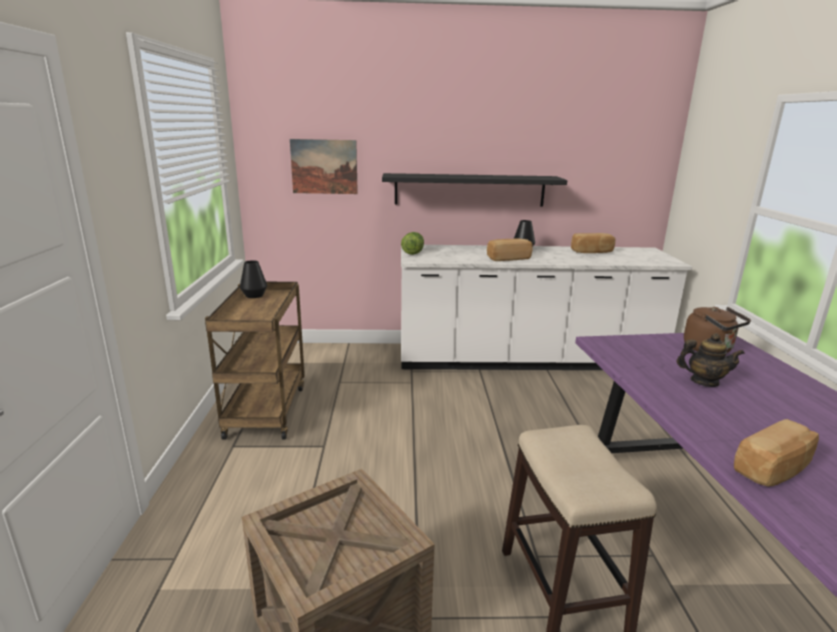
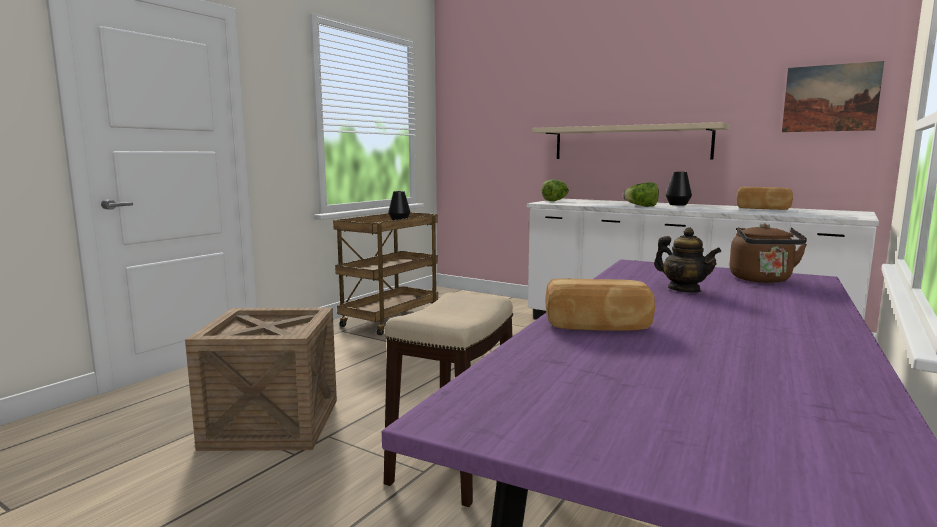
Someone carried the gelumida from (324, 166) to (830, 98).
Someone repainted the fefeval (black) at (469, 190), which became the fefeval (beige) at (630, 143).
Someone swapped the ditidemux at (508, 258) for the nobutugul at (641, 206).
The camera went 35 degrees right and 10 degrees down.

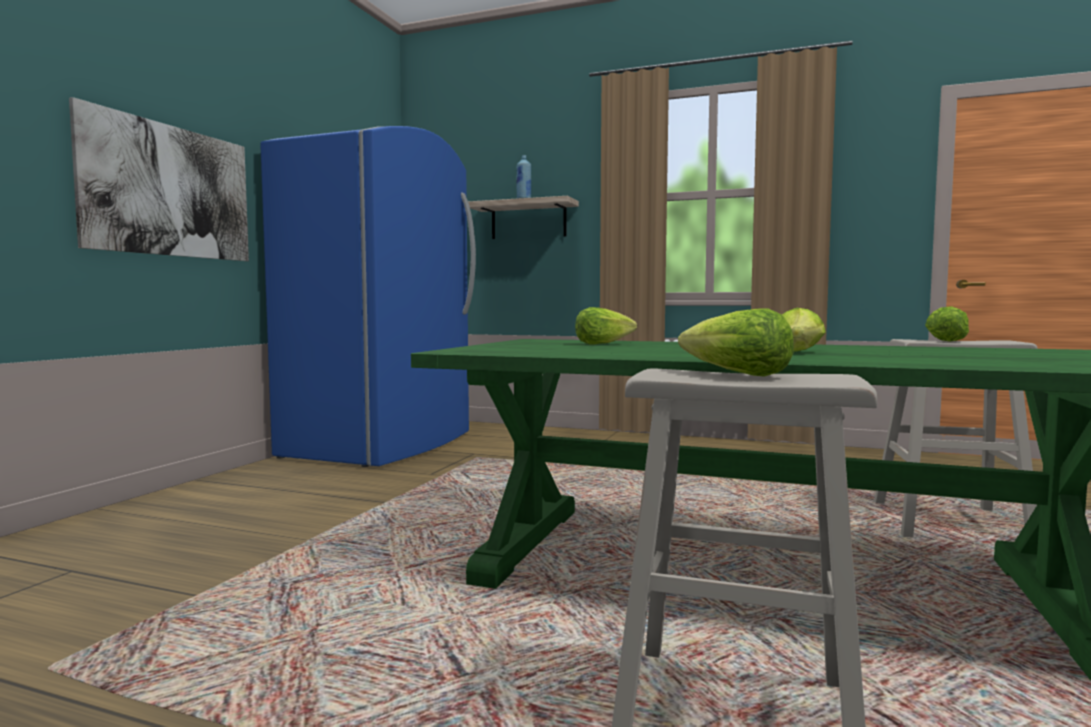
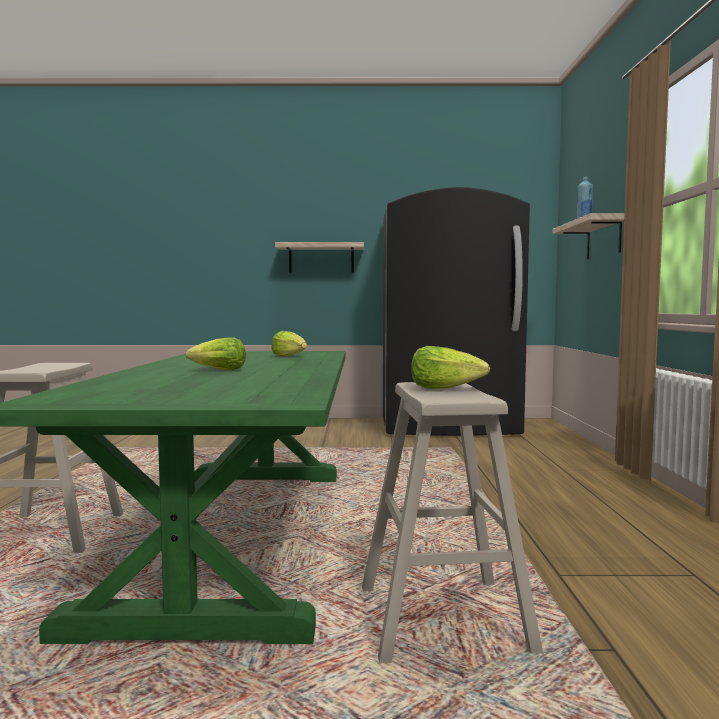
Someone swapped the gelumida at (169, 191) for the fefeval at (321, 258).
Someone repainted the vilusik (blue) at (382, 445), which became the vilusik (black) at (449, 427).
Someone took away the nobutugul at (735, 374).
The camera went 70 degrees right and 0 degrees up.

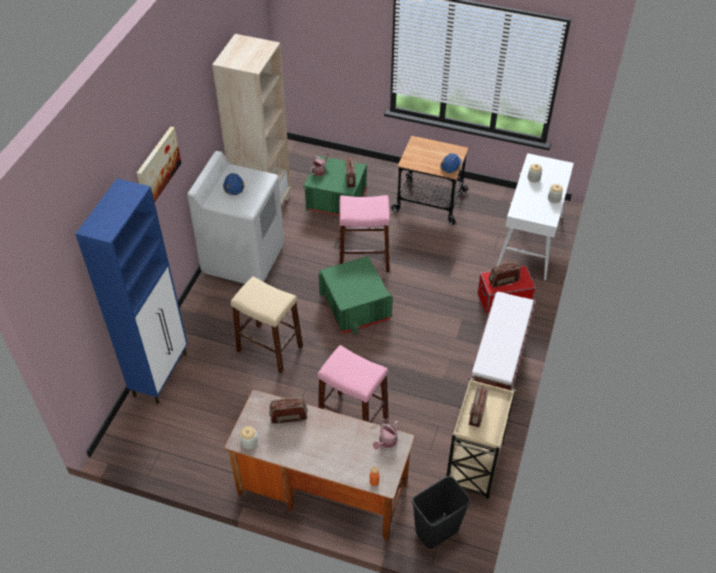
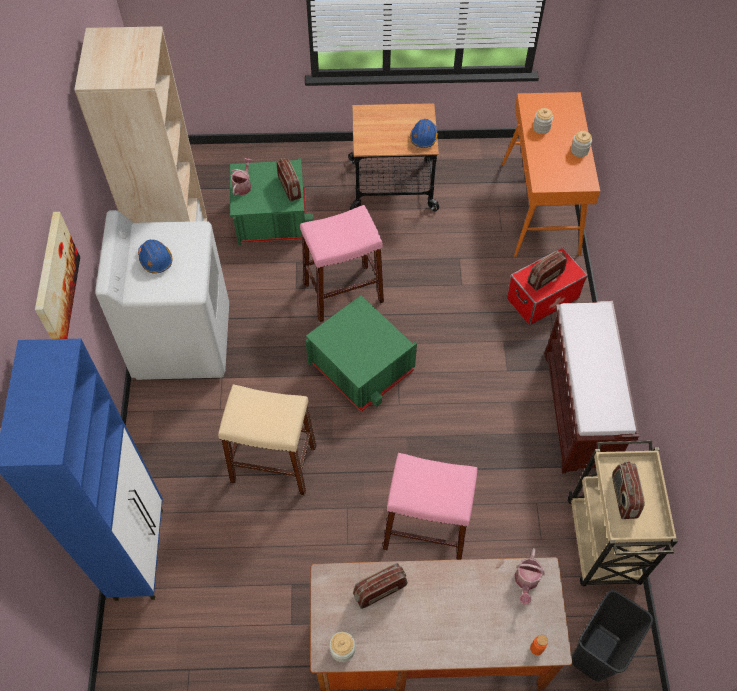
Someone repainted the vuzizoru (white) at (530, 243), which became the vuzizoru (orange) at (540, 208).
The camera went 20 degrees left and 10 degrees up.

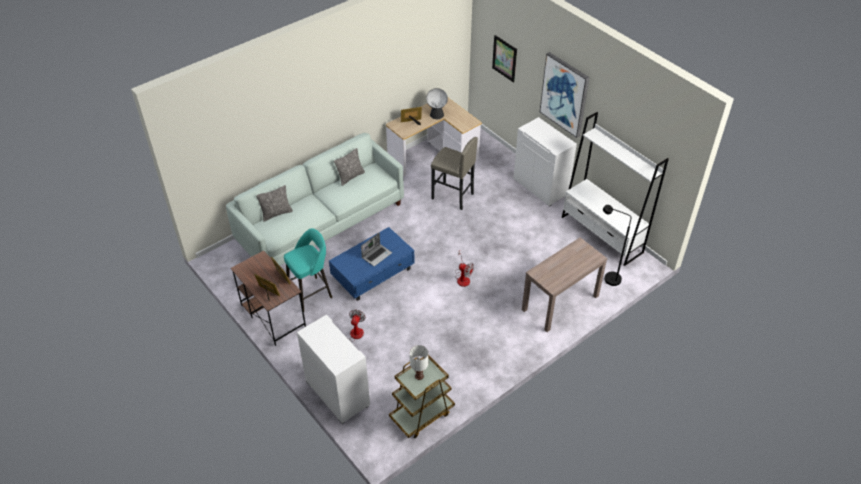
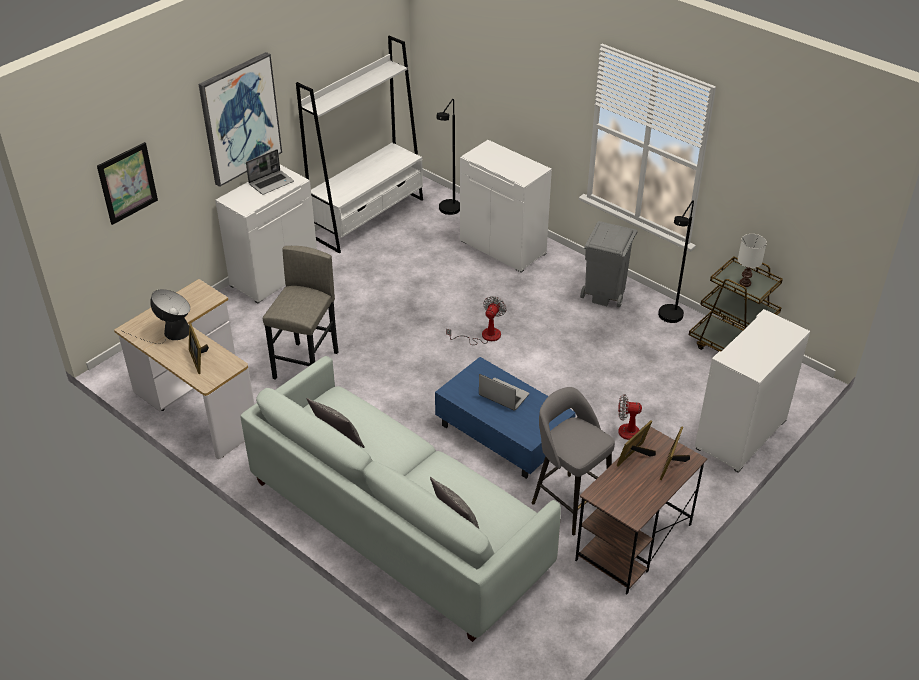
Someone repainted the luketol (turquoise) at (311, 293), which became the luketol (grey) at (569, 502).
Someone swapped the vuzizoru (brown) at (560, 303) for the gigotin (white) at (503, 247).
Someone put down the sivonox at (271, 183).
Someone put down the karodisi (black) at (669, 319).
Someone put down the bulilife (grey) at (604, 293).
The camera went 100 degrees left and 5 degrees down.

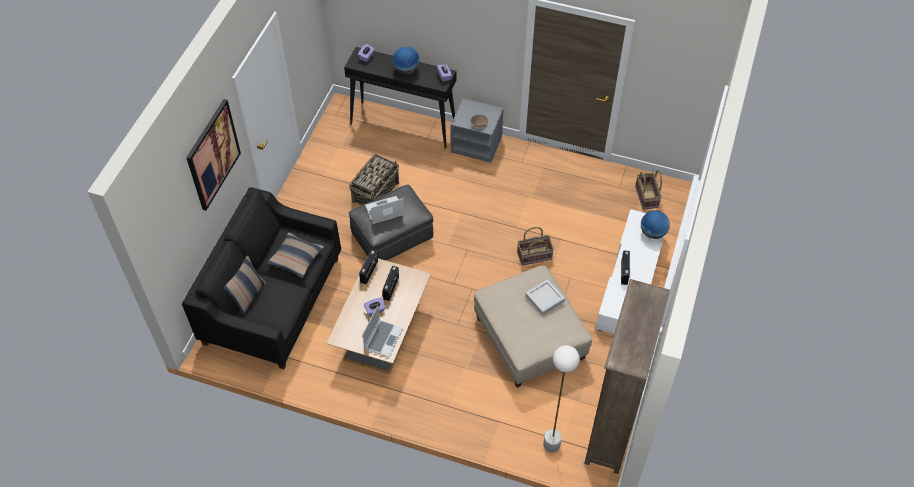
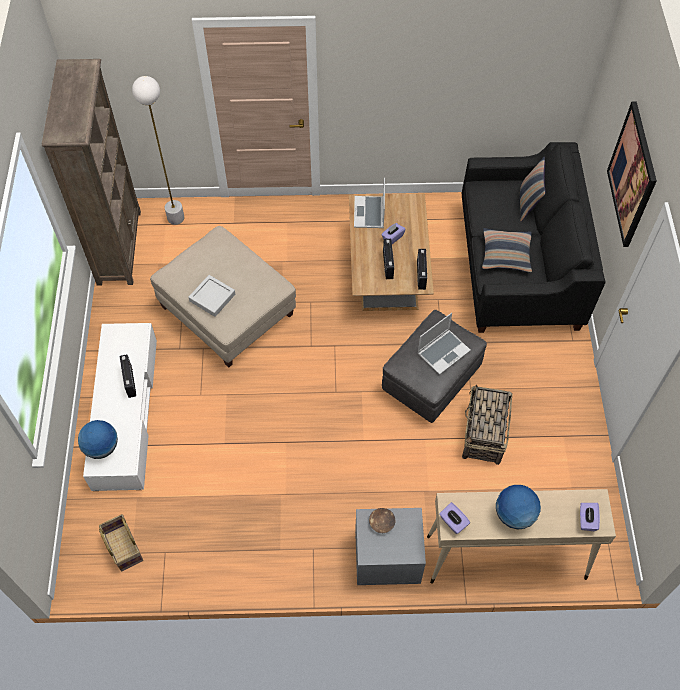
Someone repainted the vuzizoru (black) at (403, 125), which became the vuzizoru (beige) at (505, 557).
Someone took away the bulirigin at (534, 255).
The camera went 160 degrees right and 5 degrees up.

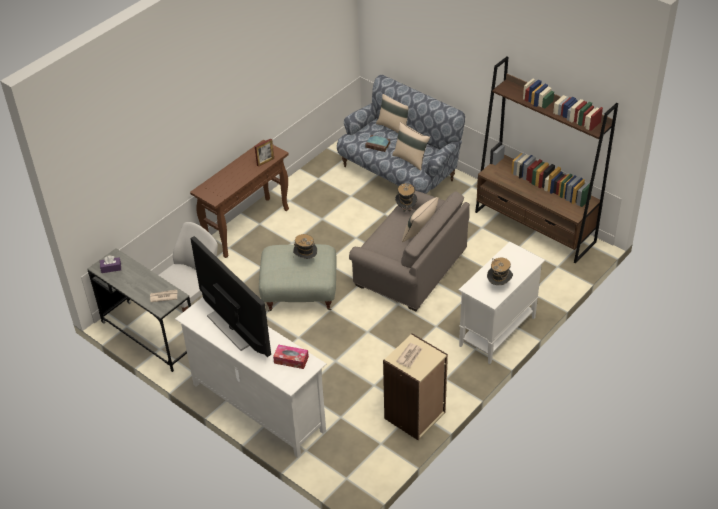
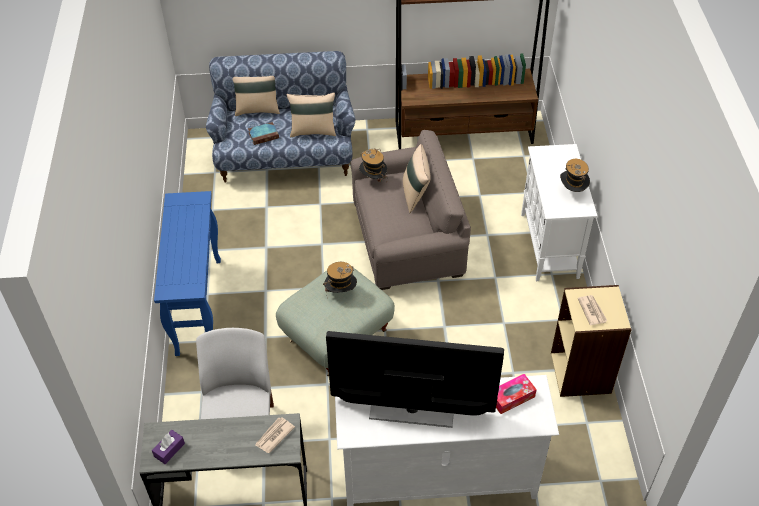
Someone took away the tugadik at (265, 162).
Someone repainted the vuzizoru (brown) at (247, 227), which became the vuzizoru (blue) at (198, 305).
The camera went 45 degrees left and 5 degrees up.

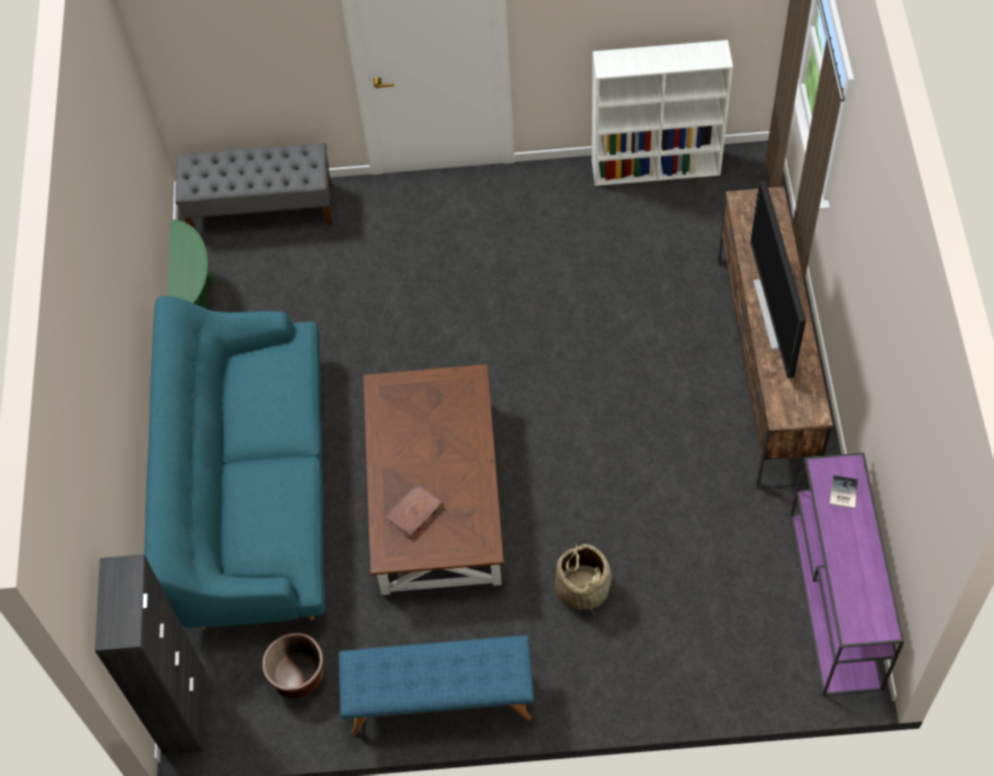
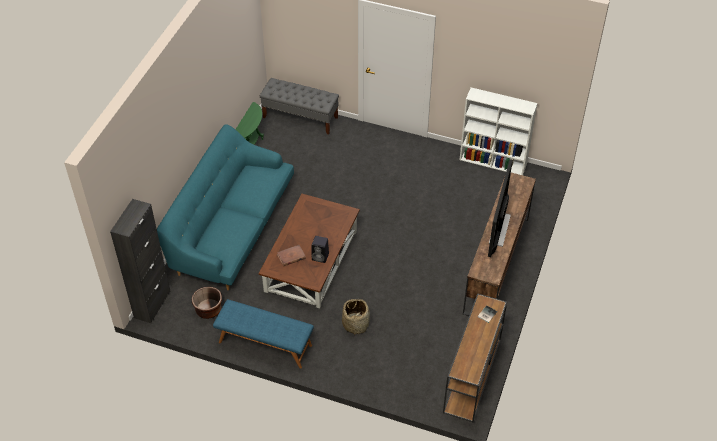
Someone repainted the vuzizoru (purple) at (836, 602), which became the vuzizoru (brown) at (472, 376).
Someone put down the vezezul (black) at (321, 257).
The camera went 20 degrees right and 10 degrees down.

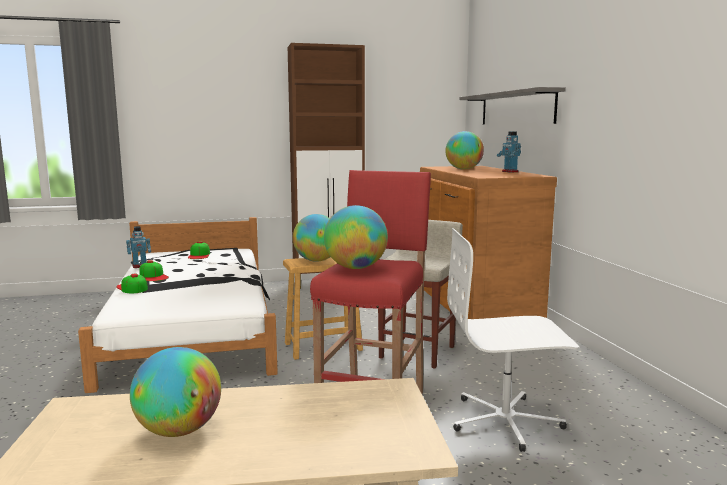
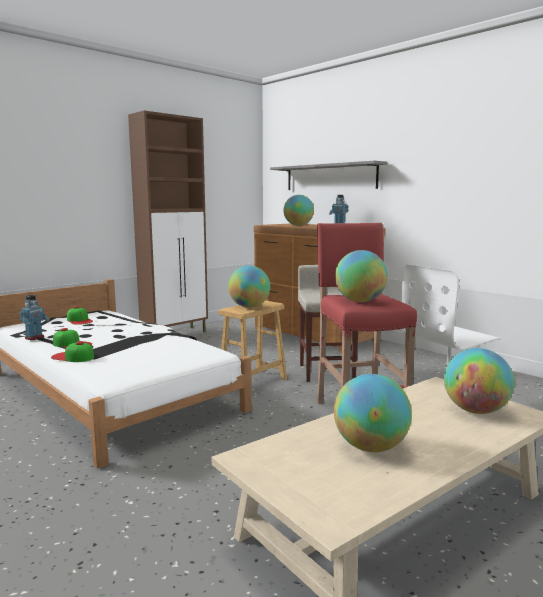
Someone put down the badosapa at (475, 411).
The camera went 30 degrees left and 0 degrees up.

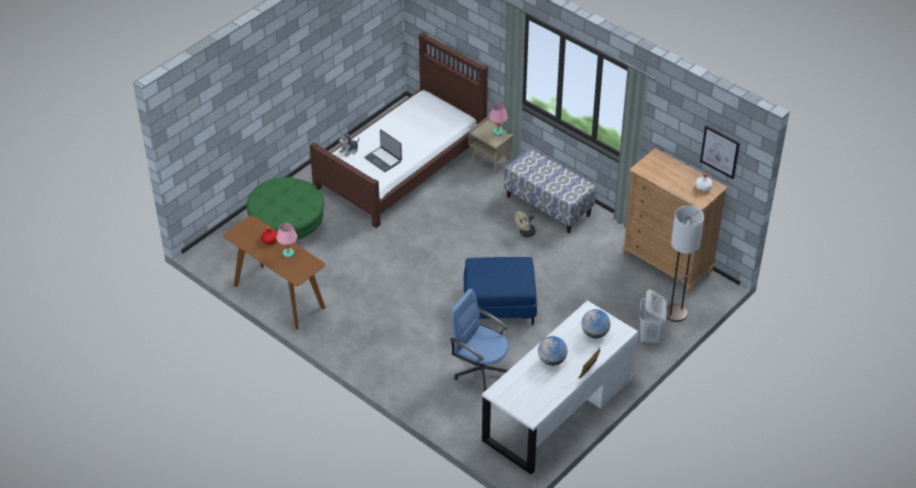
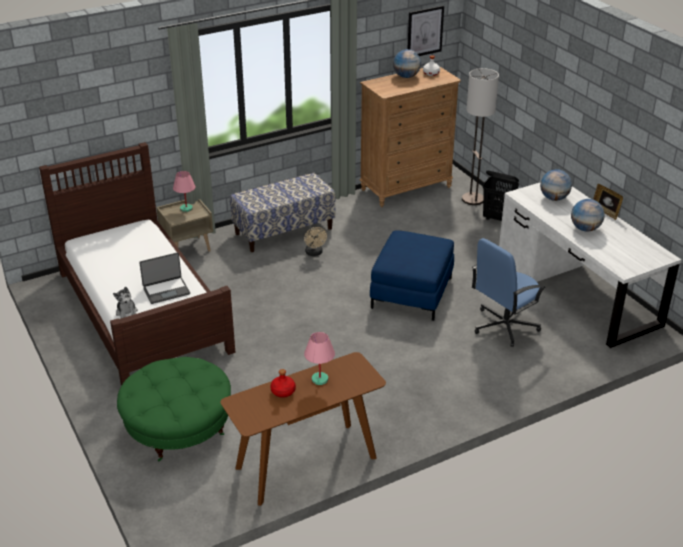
Someone repainted the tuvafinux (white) at (650, 337), which became the tuvafinux (black) at (497, 218).
Someone put down the badosapa at (406, 76).
The camera went 70 degrees left and 10 degrees down.

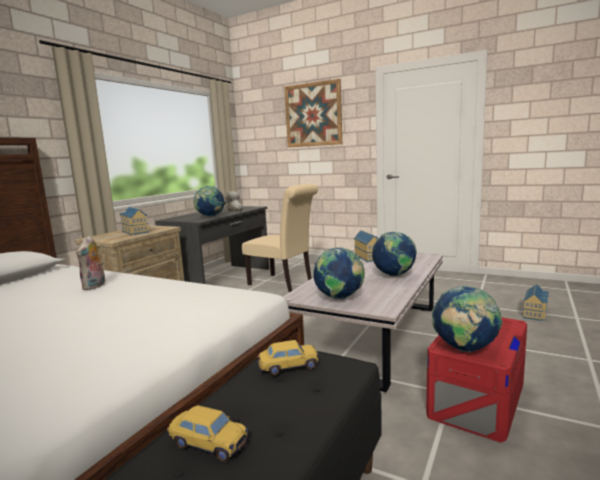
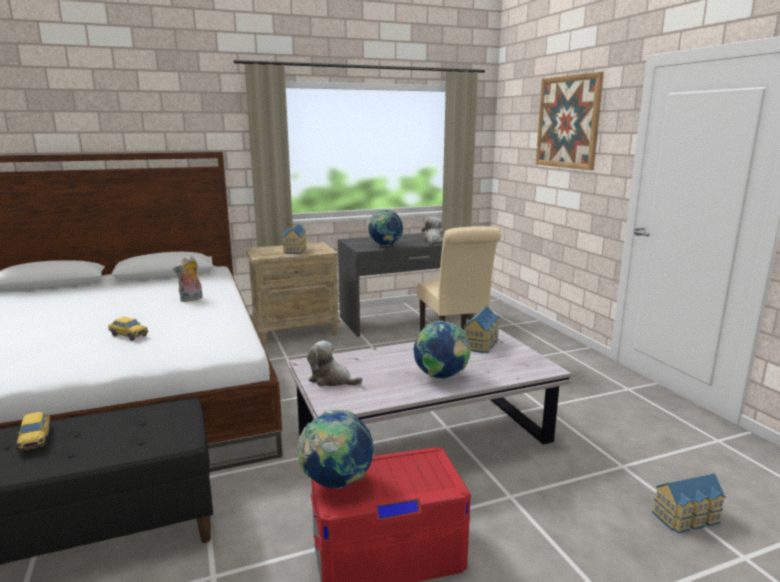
Someone swapped the badosapa at (339, 298) for the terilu at (332, 380).
Someone carried the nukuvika from (288, 367) to (128, 335).
The camera went 40 degrees right and 5 degrees up.

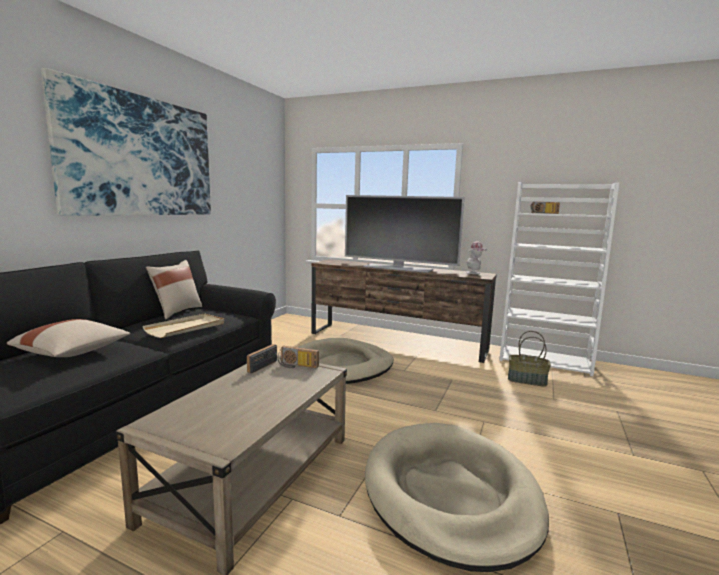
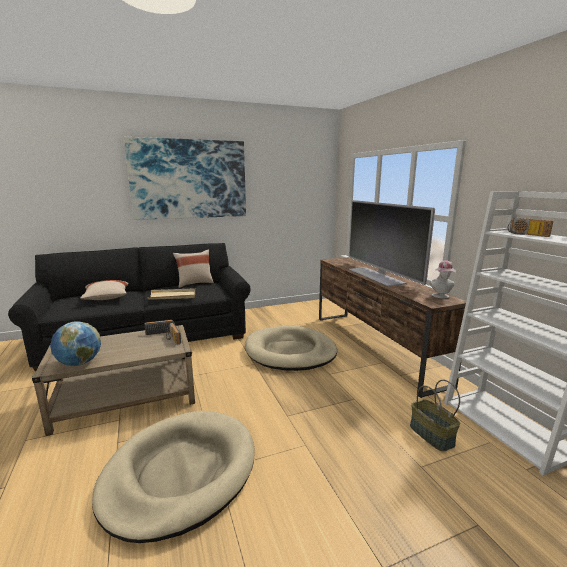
Someone put down the badosapa at (79, 363).
The camera went 45 degrees right and 5 degrees up.

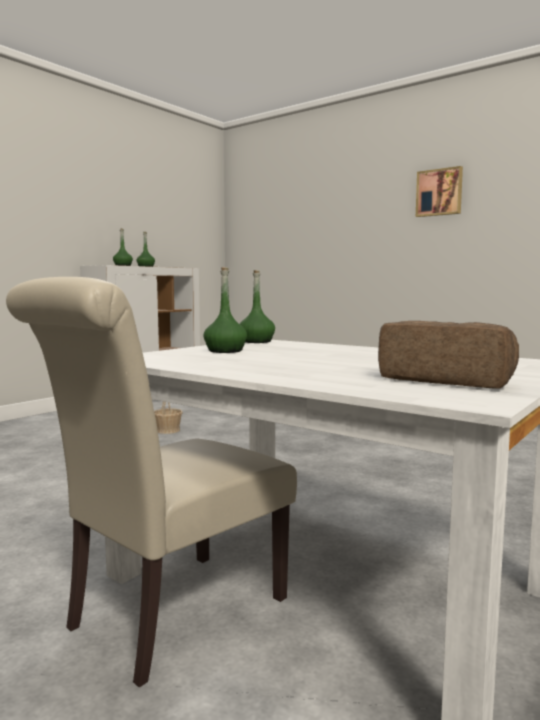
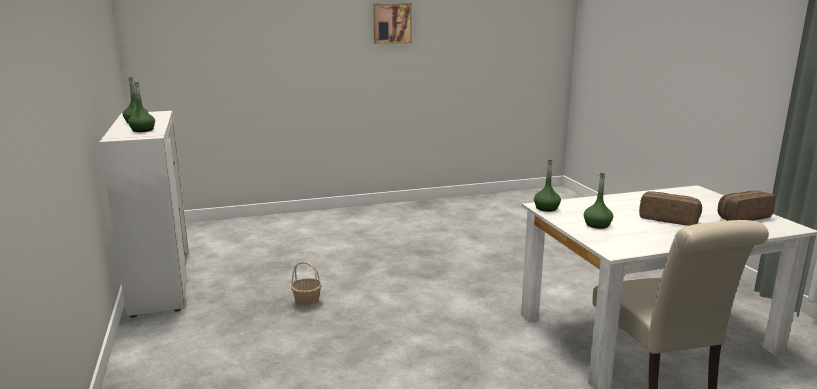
Someone put down the ditidemux at (668, 219).
The camera went 55 degrees left and 10 degrees up.

